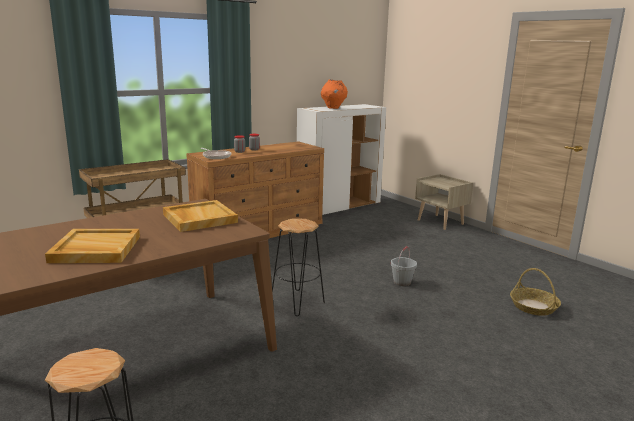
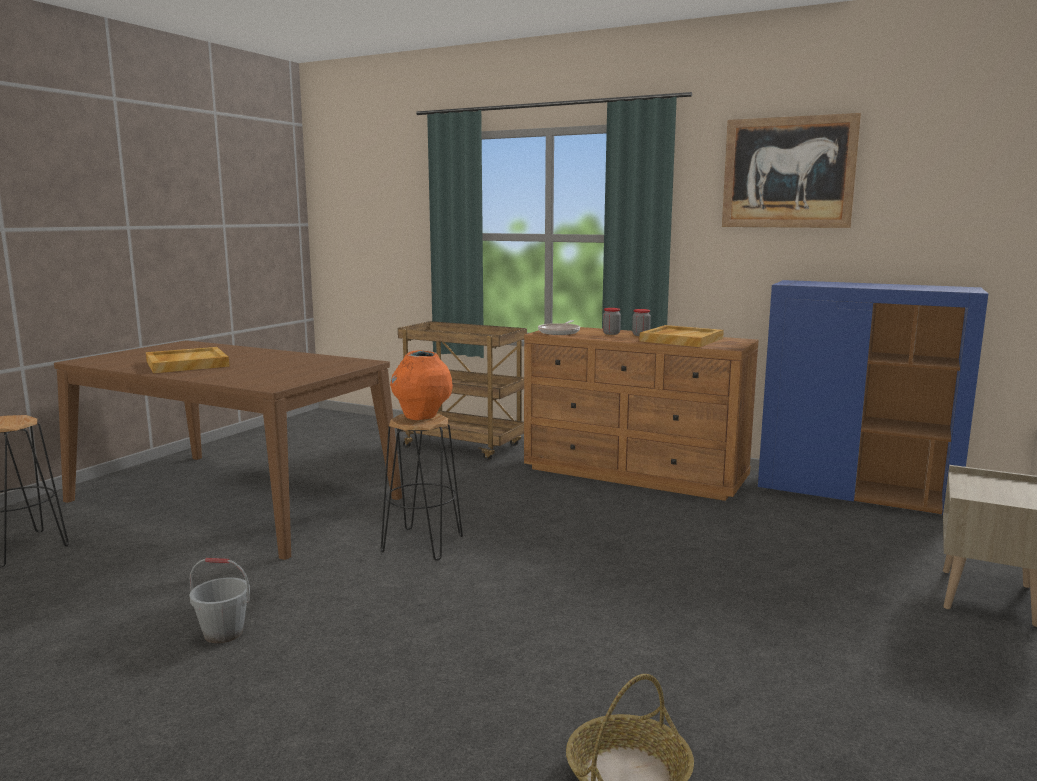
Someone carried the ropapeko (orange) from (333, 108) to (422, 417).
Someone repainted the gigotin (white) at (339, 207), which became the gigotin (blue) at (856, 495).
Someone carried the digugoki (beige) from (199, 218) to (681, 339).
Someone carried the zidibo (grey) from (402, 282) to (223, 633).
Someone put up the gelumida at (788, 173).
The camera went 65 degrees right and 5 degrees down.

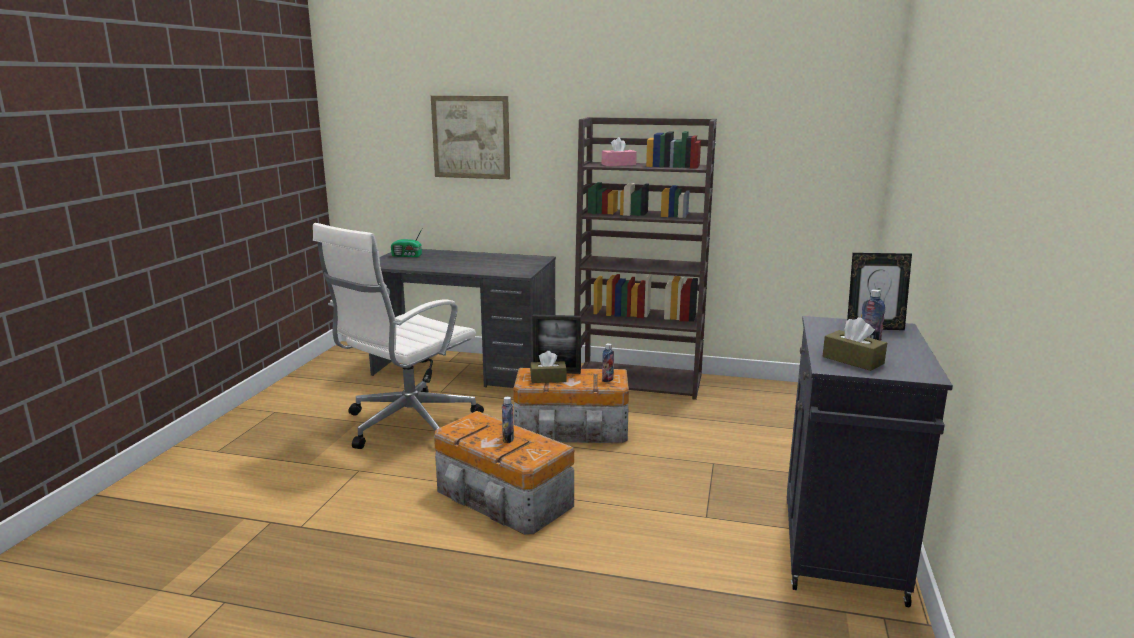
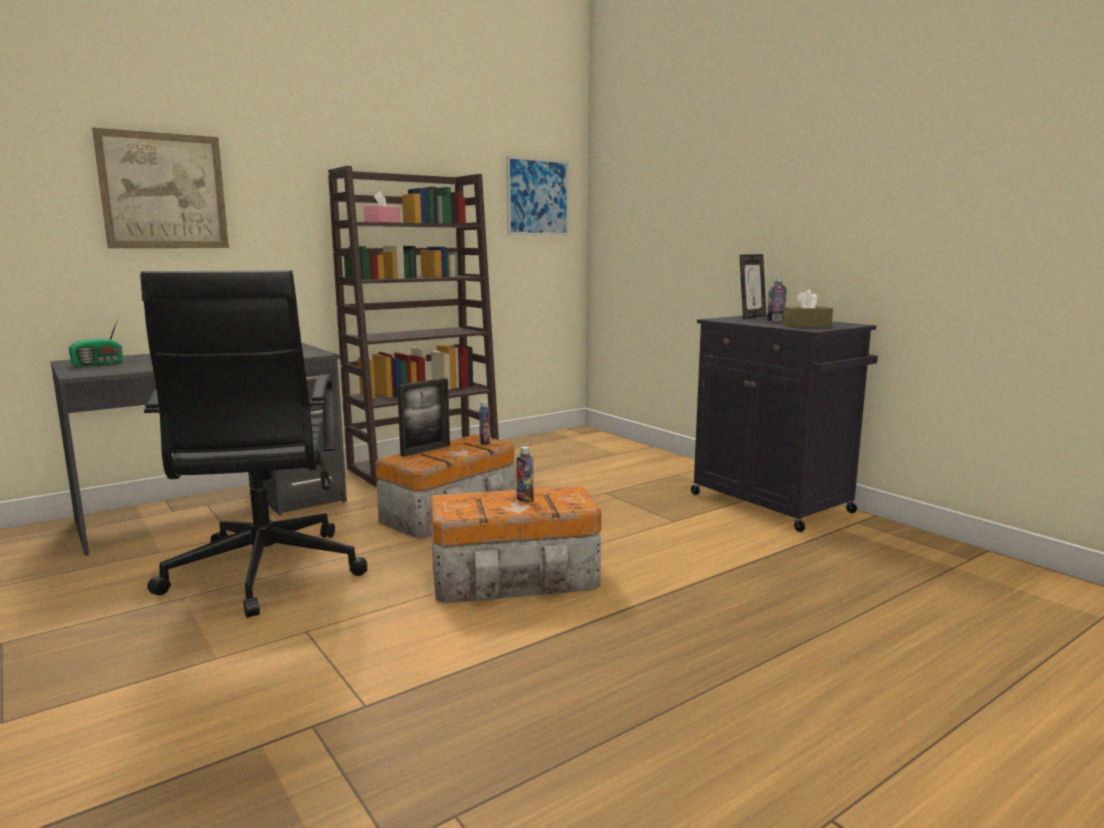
Someone repainted the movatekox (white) at (407, 425), which became the movatekox (black) at (263, 574).
Someone took away the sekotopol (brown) at (548, 379).
Someone put up the gelumida at (538, 197).
The camera went 50 degrees left and 5 degrees down.

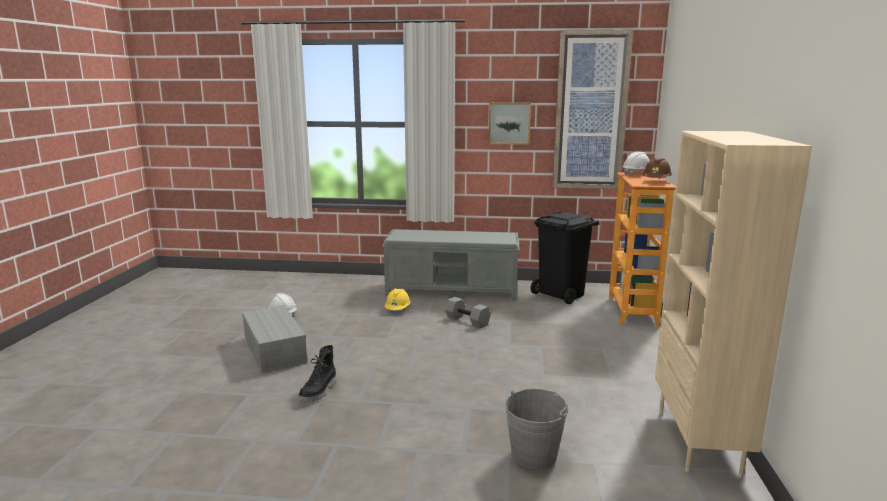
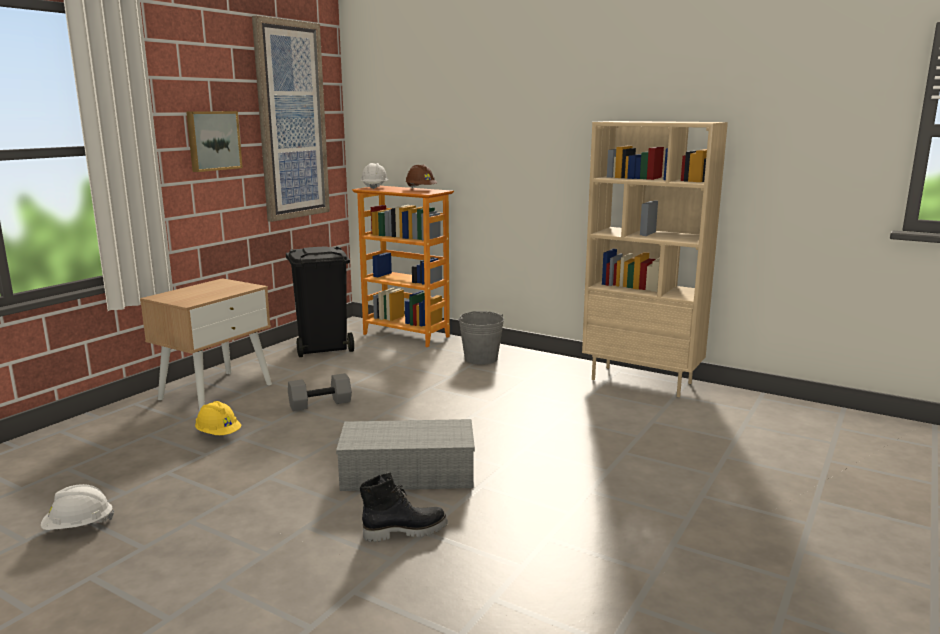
Someone swapped the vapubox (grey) at (453, 291) for the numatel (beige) at (216, 391).
Someone carried the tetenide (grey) from (276, 350) to (410, 472).
Someone rotated the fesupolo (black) at (319, 392) by 60 degrees counterclockwise.
Someone carried the zidibo (grey) from (534, 455) to (481, 358).
The camera went 65 degrees left and 0 degrees up.

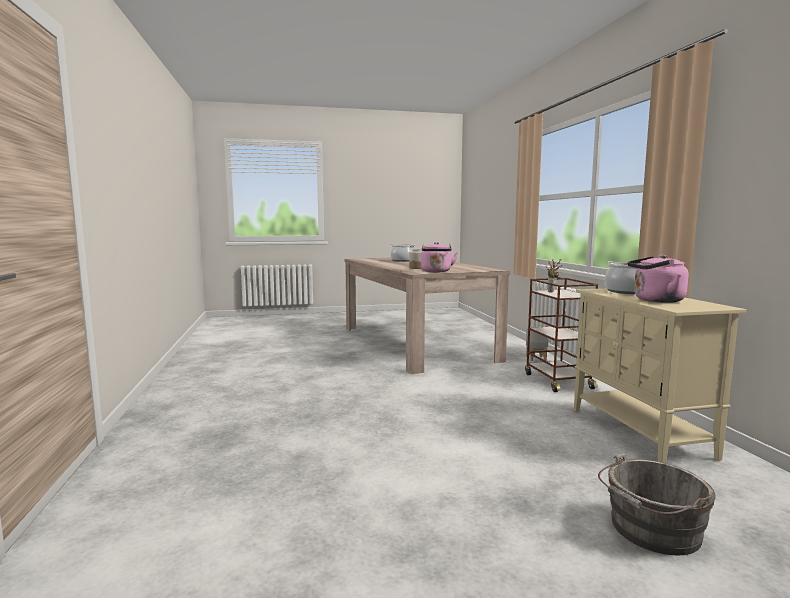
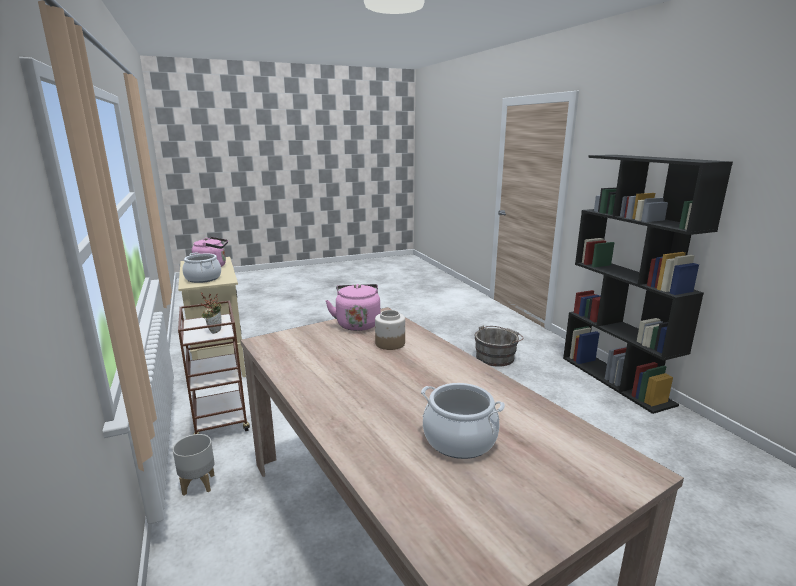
Someone carried the zidibo (grey) from (651, 530) to (496, 357).
Someone put down the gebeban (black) at (616, 380).
The camera went 170 degrees right and 10 degrees up.

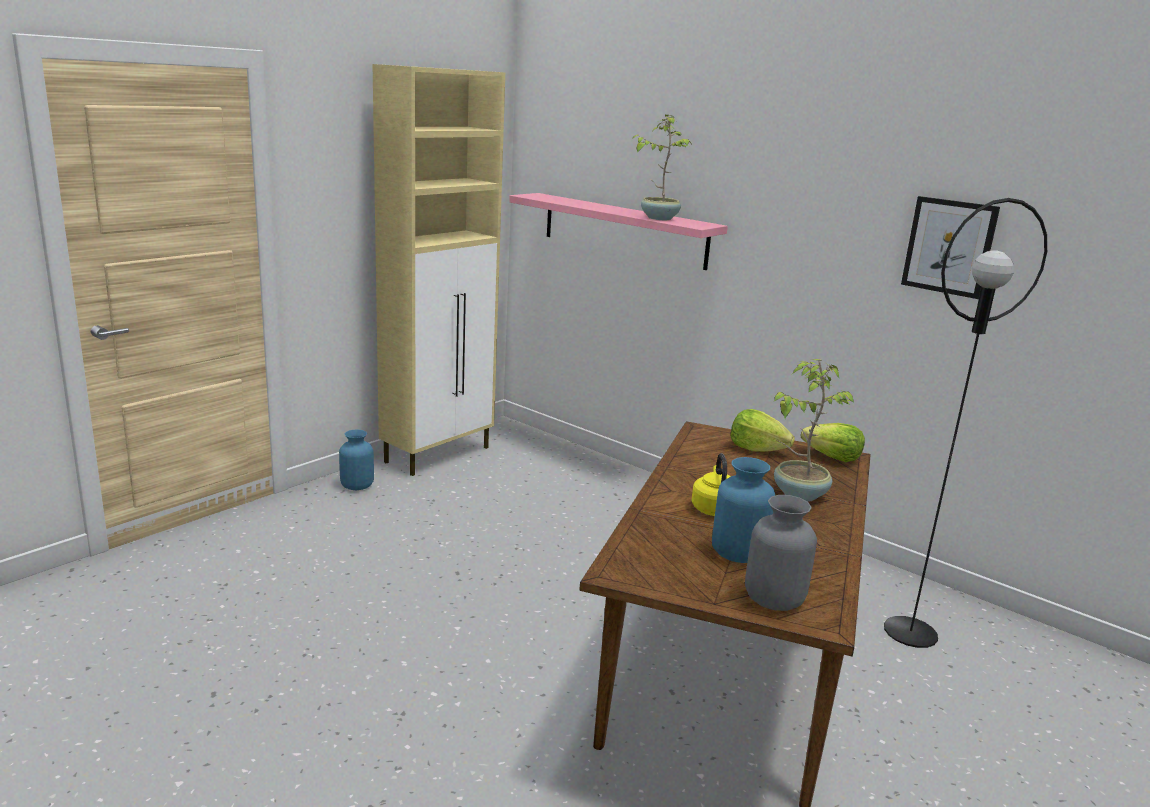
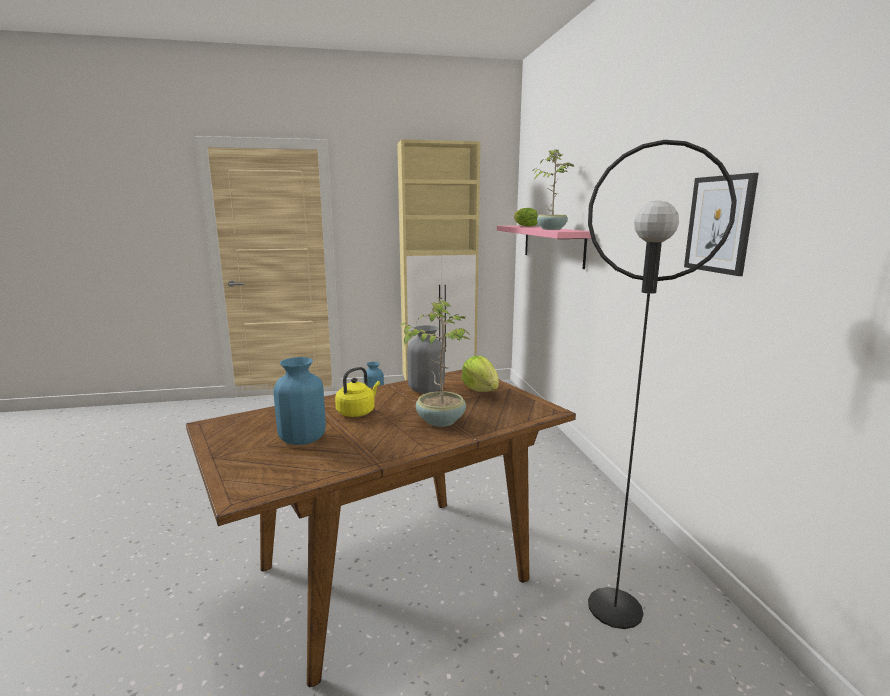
Someone carried the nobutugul from (832, 457) to (524, 226).
Someone carried the ropapeko (grey) from (774, 599) to (426, 389).
The camera went 40 degrees right and 5 degrees down.

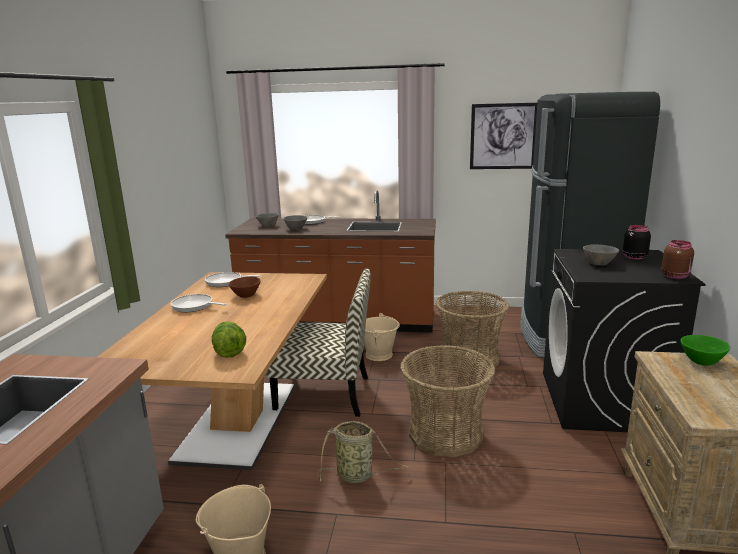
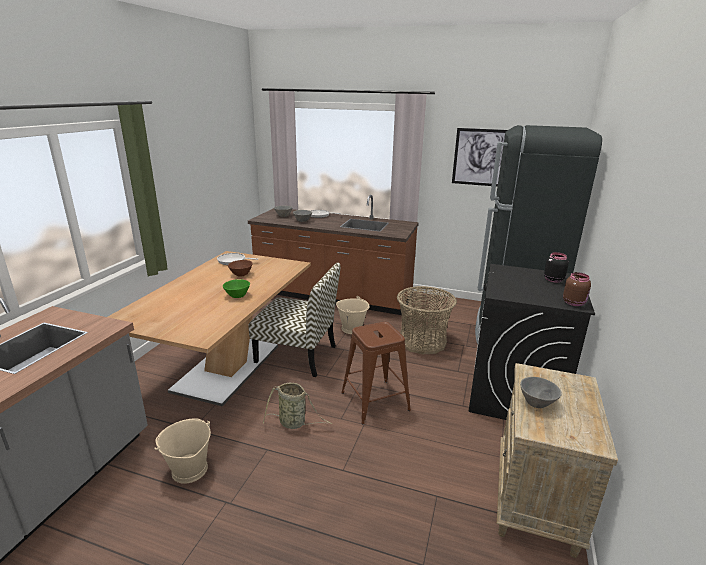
Someone carried the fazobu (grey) from (600, 263) to (538, 403).
Someone took away the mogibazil at (194, 306).
Someone took away the nobutugul at (229, 351).
Someone carried the fazobu (green) from (700, 360) to (237, 295).
Someone swapped the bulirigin at (446, 434) for the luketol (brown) at (374, 401).
The camera went 10 degrees right and 5 degrees up.

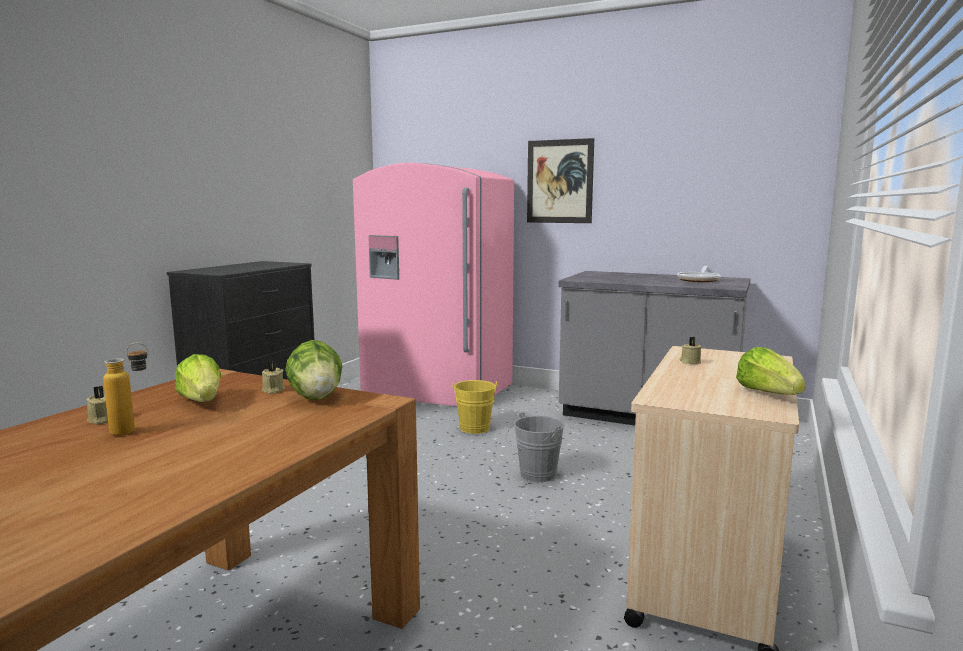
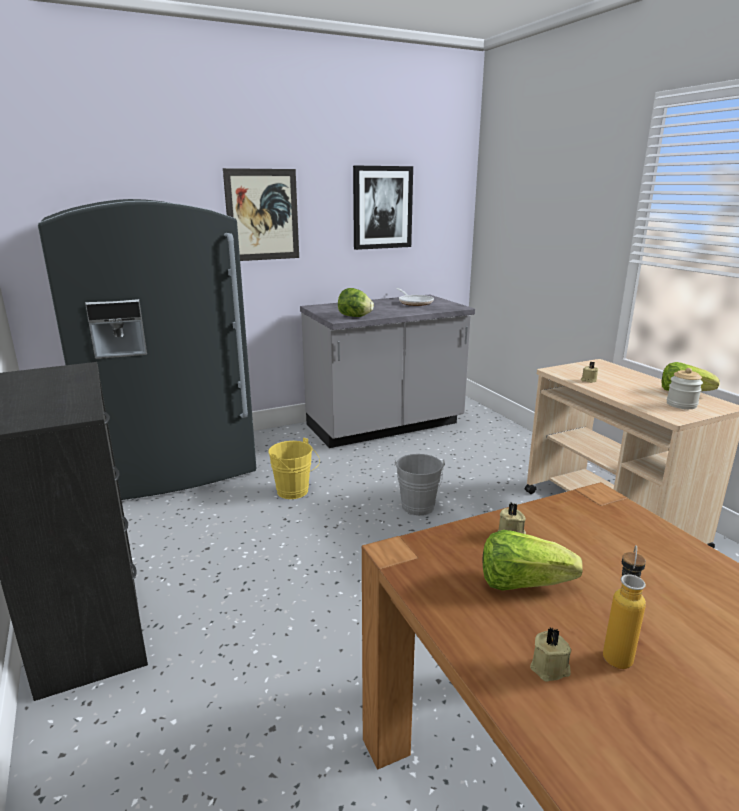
Someone repainted the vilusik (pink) at (436, 390), which became the vilusik (grey) at (173, 468).
Someone carried the nobutugul from (316, 397) to (354, 316).
Someone put up the gelumida at (382, 207).
Someone put down the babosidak at (681, 404).
The camera went 50 degrees left and 10 degrees up.

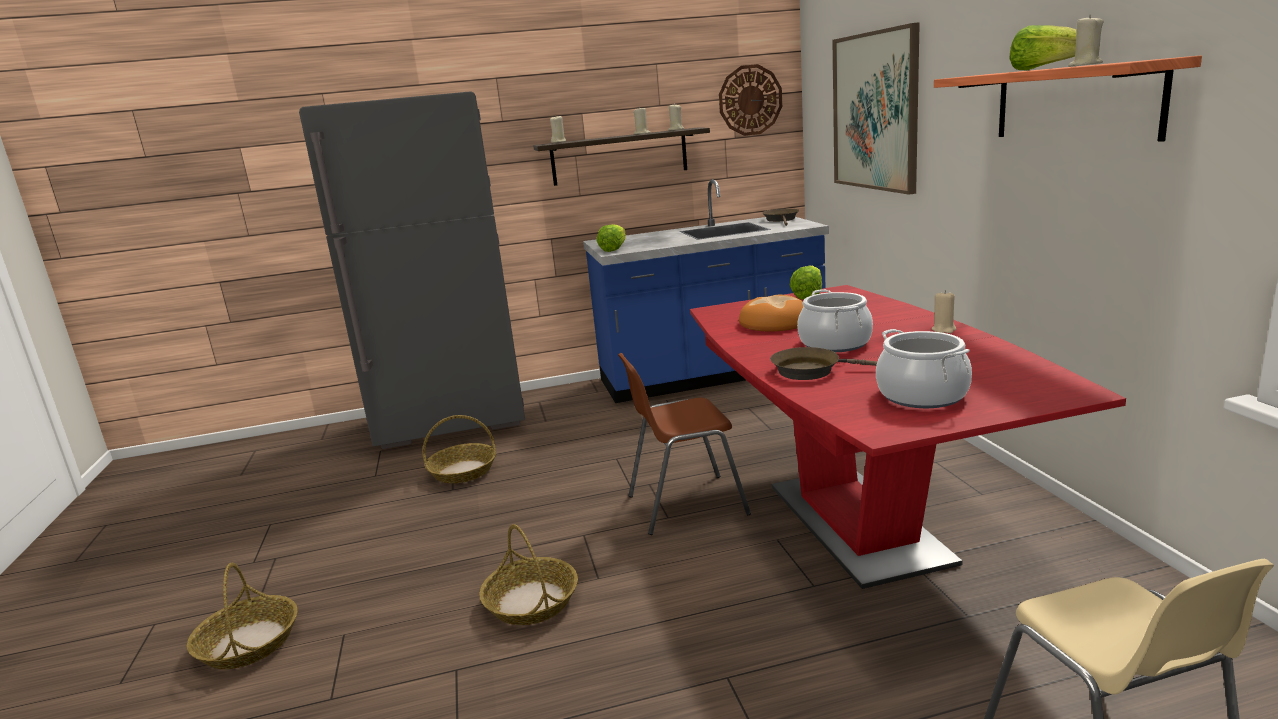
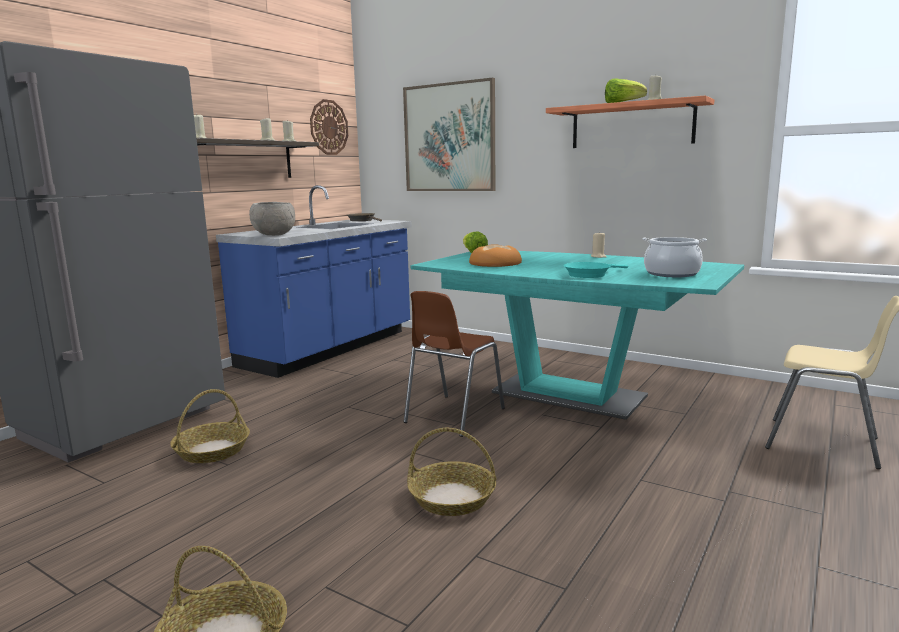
Someone swapped the nobutugul at (614, 249) for the fazobu (grey) at (274, 235).
Someone repainted the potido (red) at (856, 523), which became the potido (turquoise) at (568, 395).
Someone took away the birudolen at (835, 343).
Someone repainted the mogibazil (brown) at (811, 371), which became the mogibazil (turquoise) at (590, 274).
The camera went 45 degrees left and 5 degrees down.

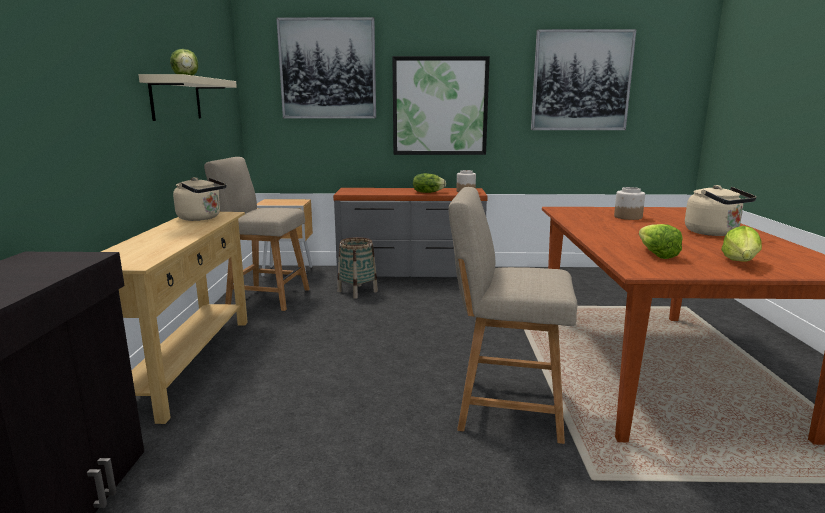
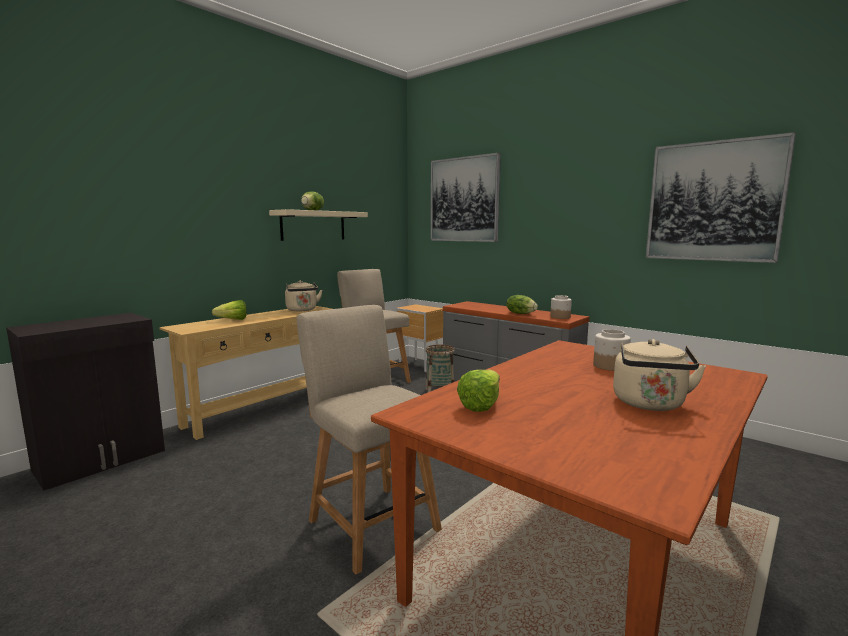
Someone took away the gelumida at (440, 106).
Someone carried the nobutugul from (739, 264) to (230, 320).
The camera went 40 degrees right and 5 degrees down.

